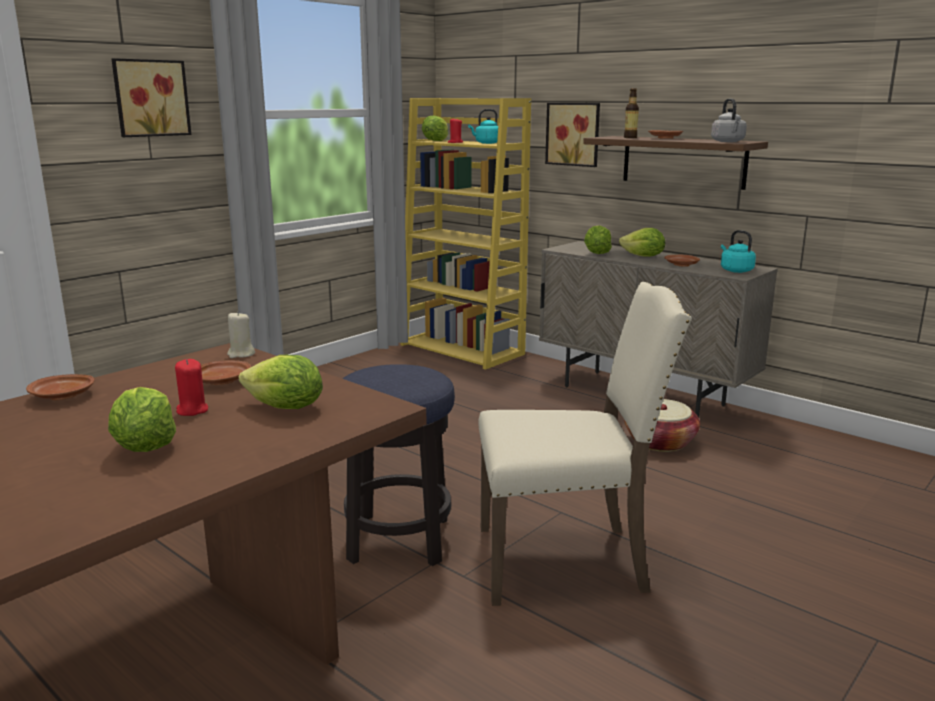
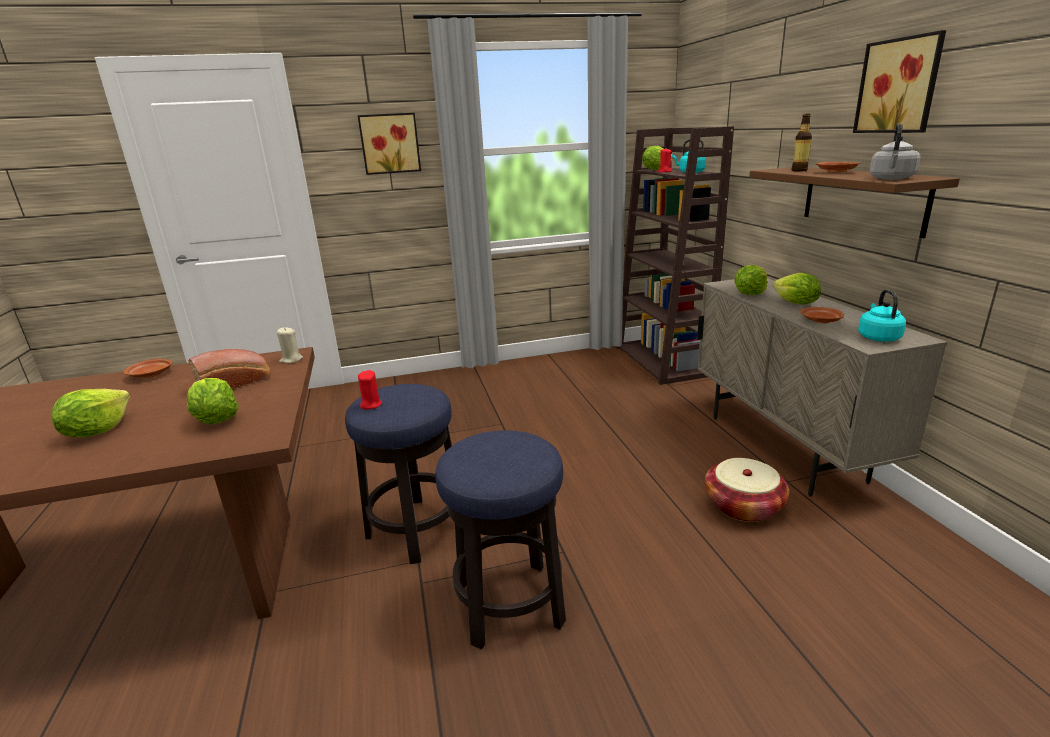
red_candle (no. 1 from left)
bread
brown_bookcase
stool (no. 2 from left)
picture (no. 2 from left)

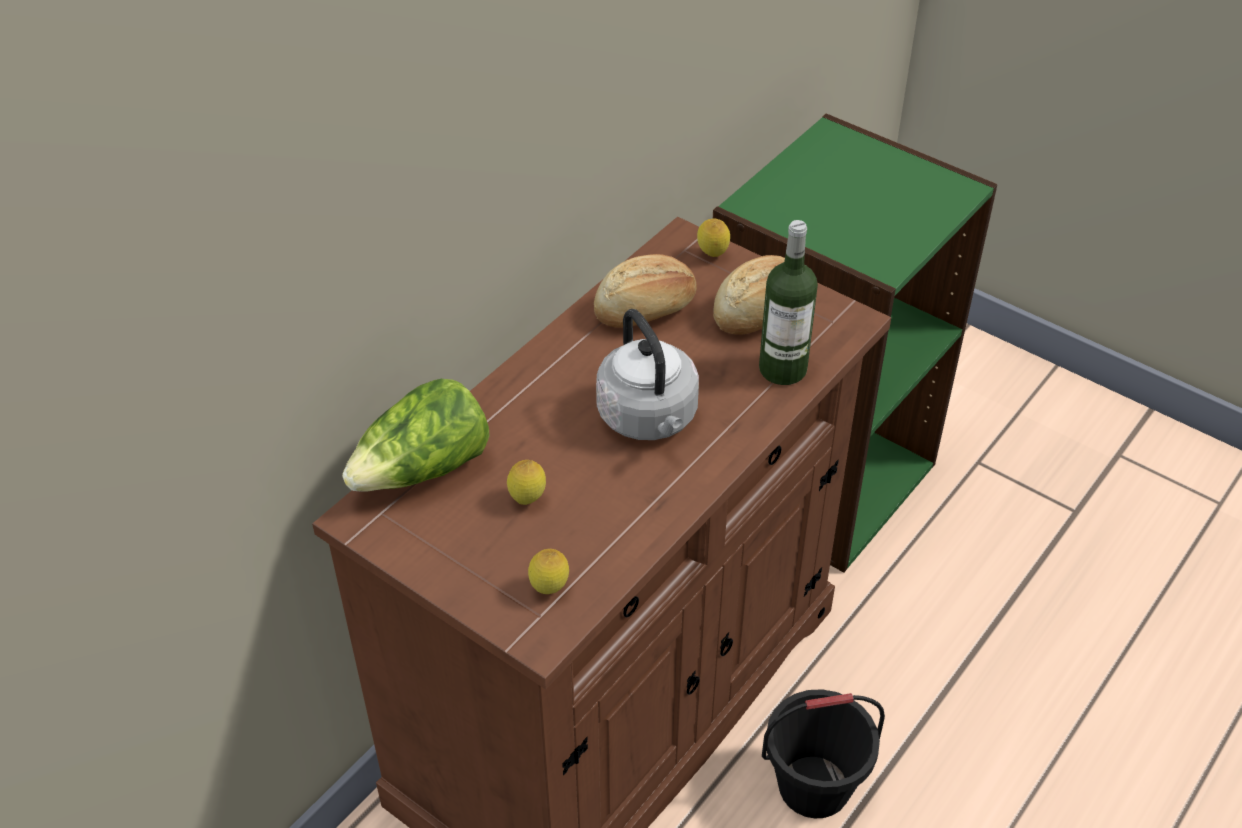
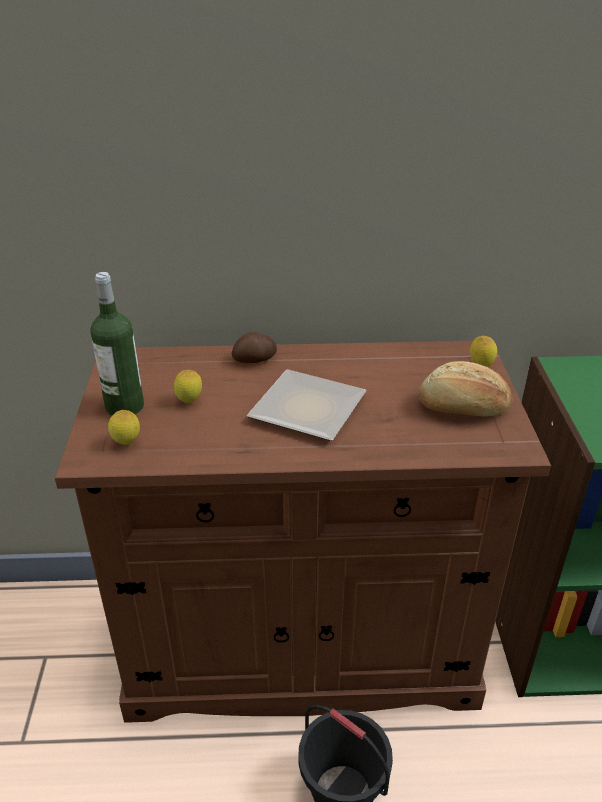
lettuce
bread (no. 1 from left in the first image)
plate
bottle
potato

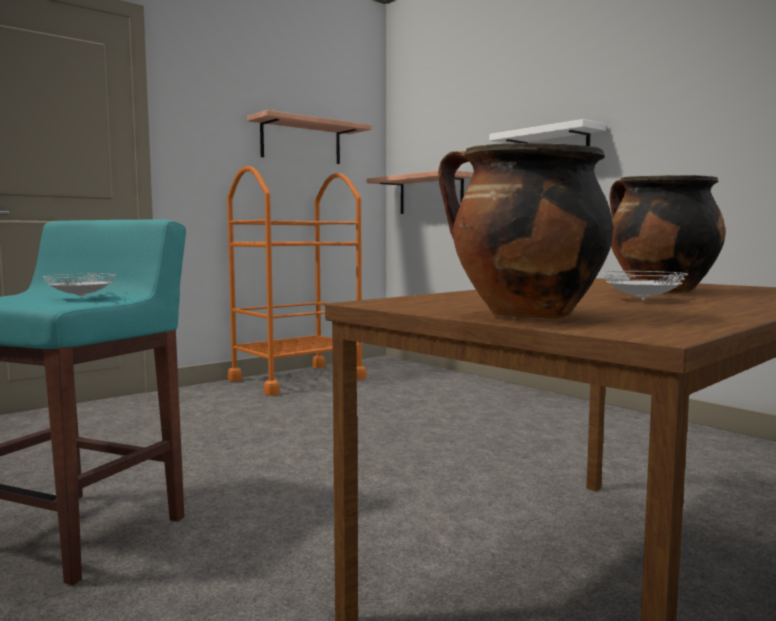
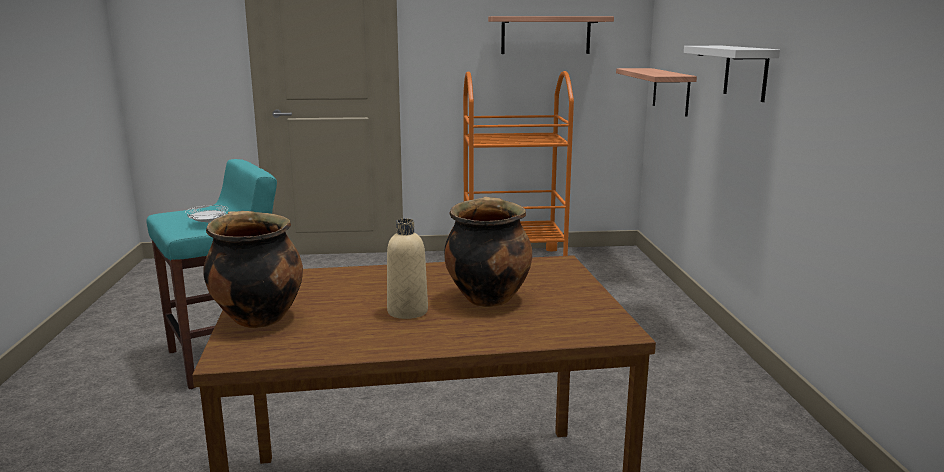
beige_bottle

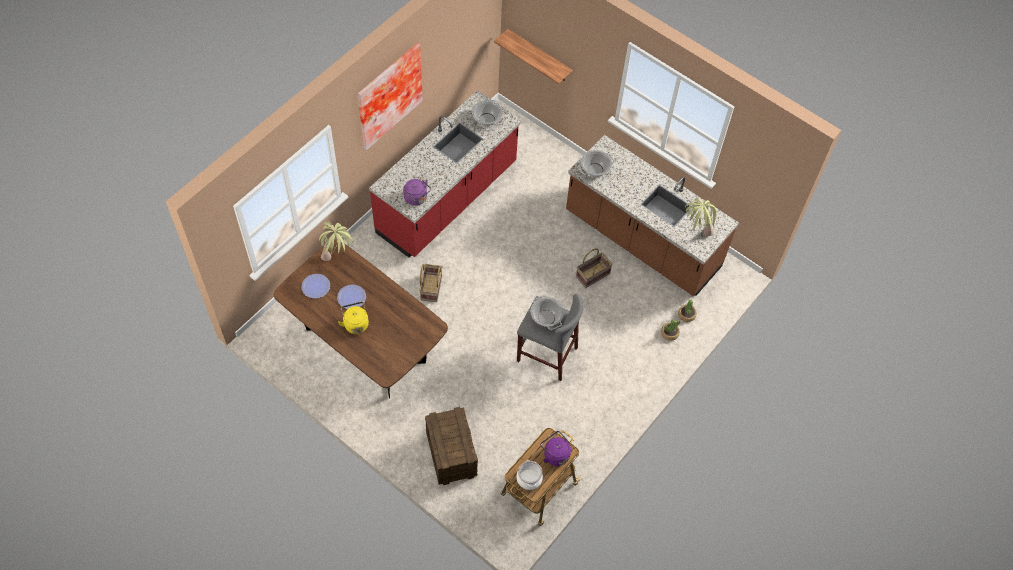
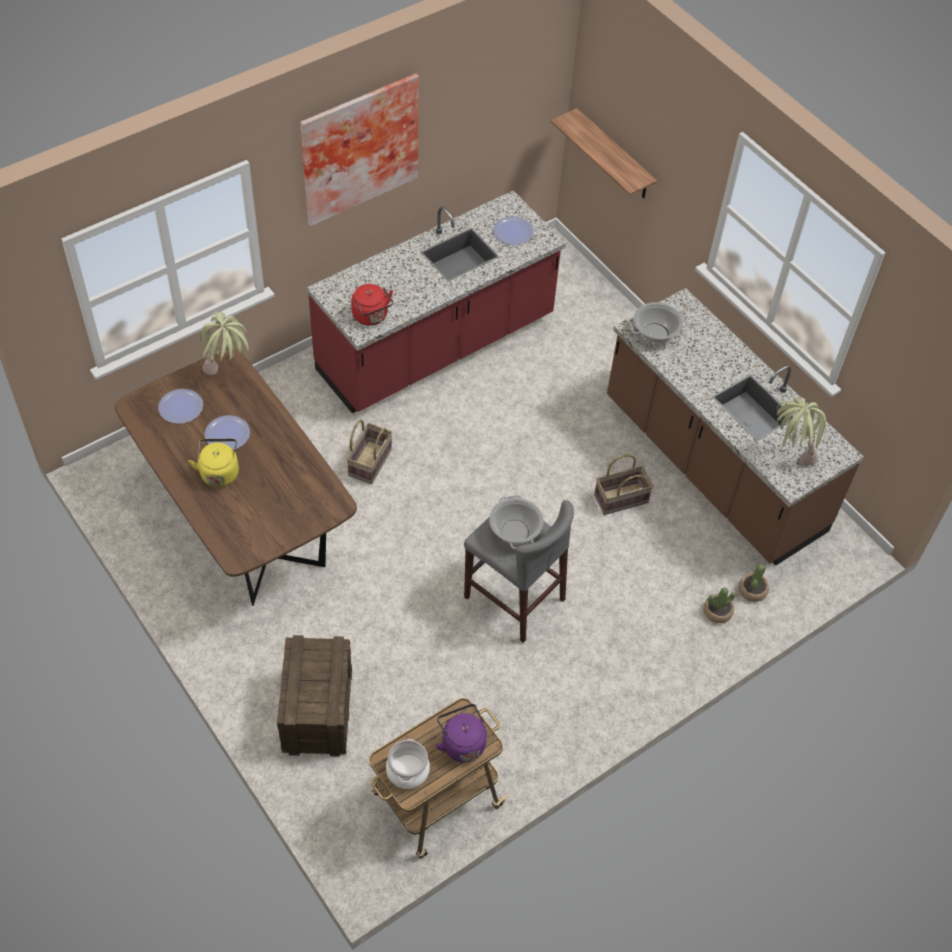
red_kettle
plate (no. 3 from left)

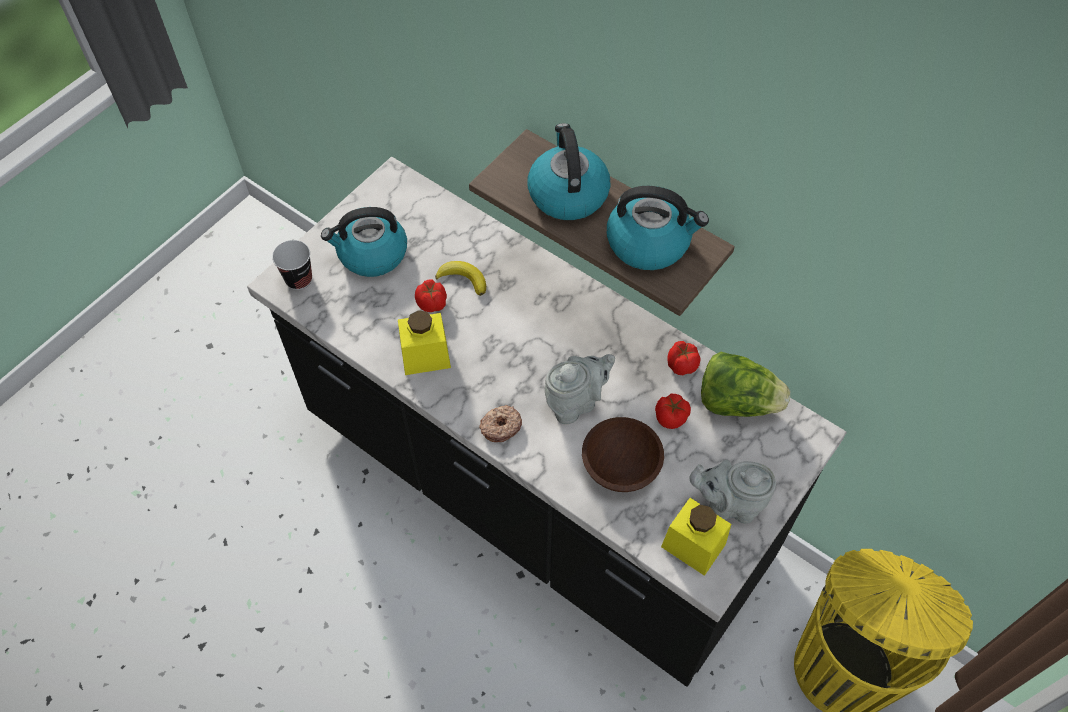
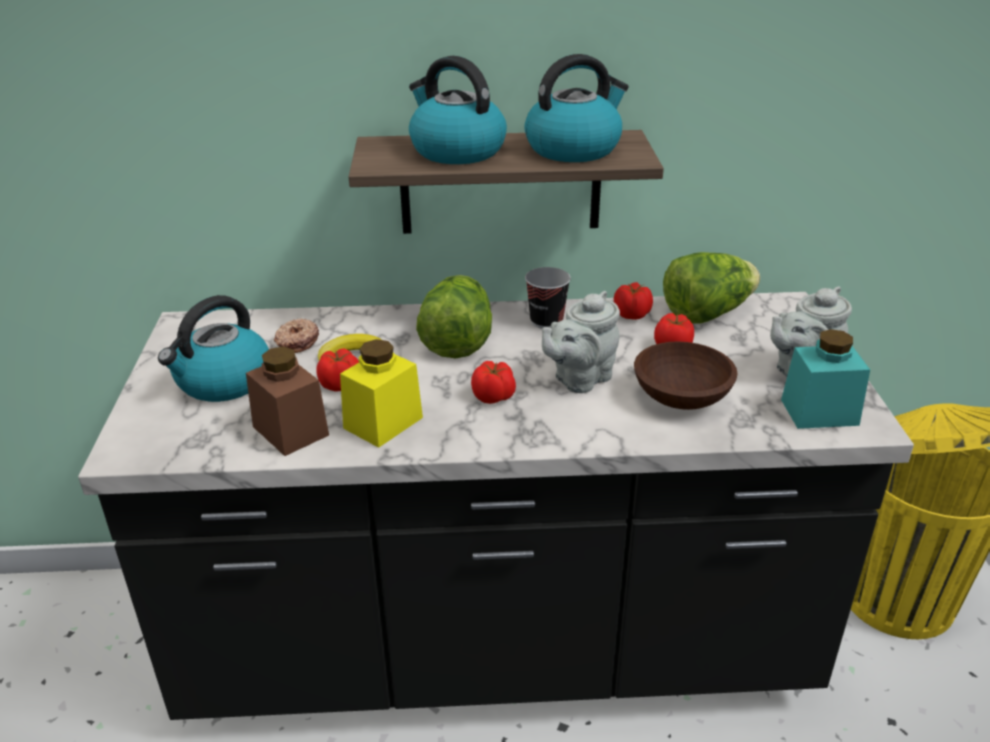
cup
donut
grey_teapot (no. 1 from left)
turquoise_jar
brown_jar
lettuce (no. 1 from left)
tomato (no. 2 from left)

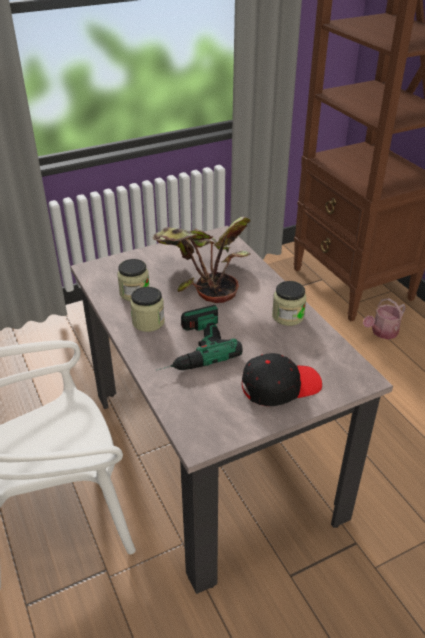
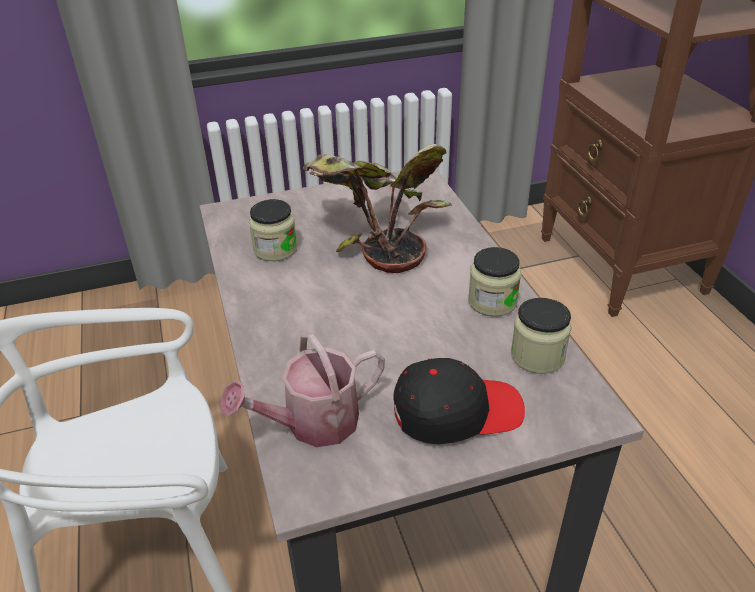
jar (no. 3 from left)
power_drill
watering_can

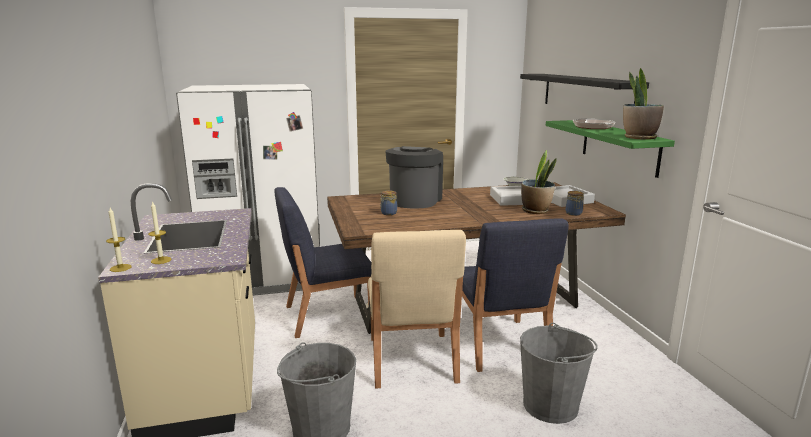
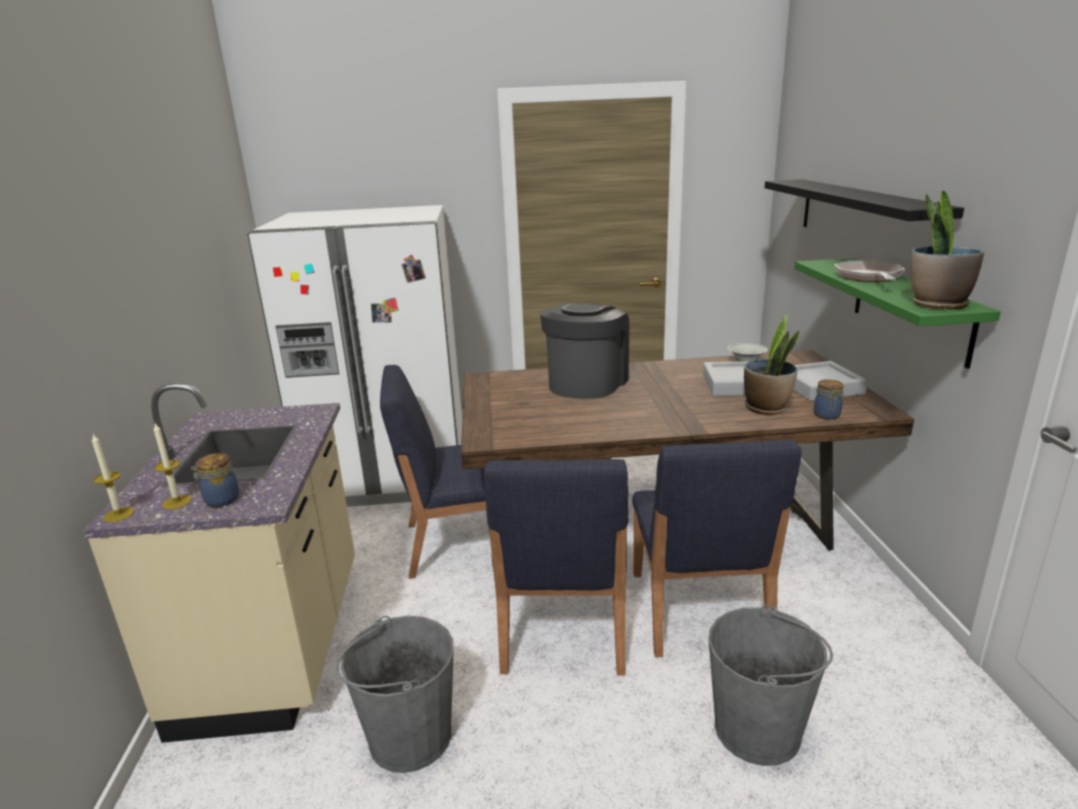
blue_chair (no. 2 from left)
jar (no. 1 from left)

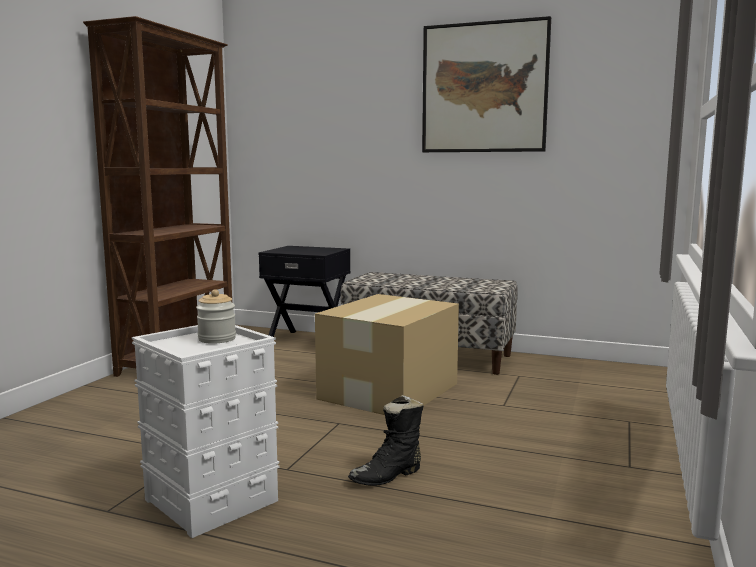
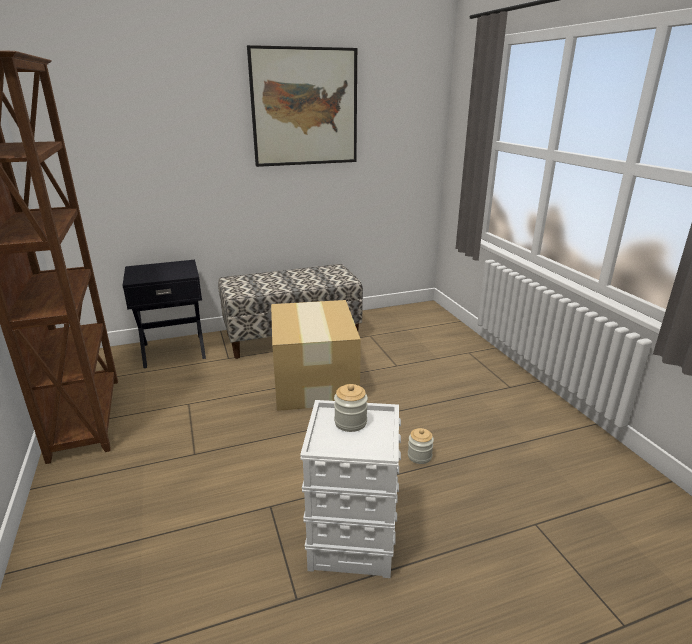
jar (no. 2 from left)

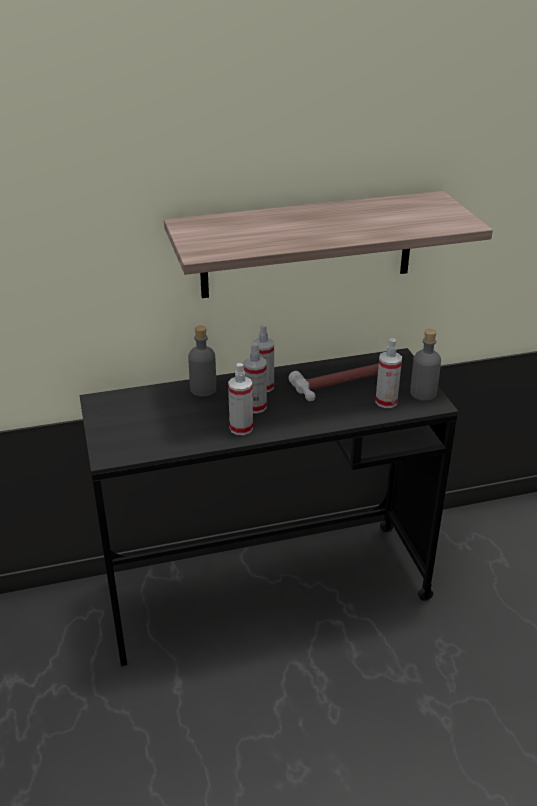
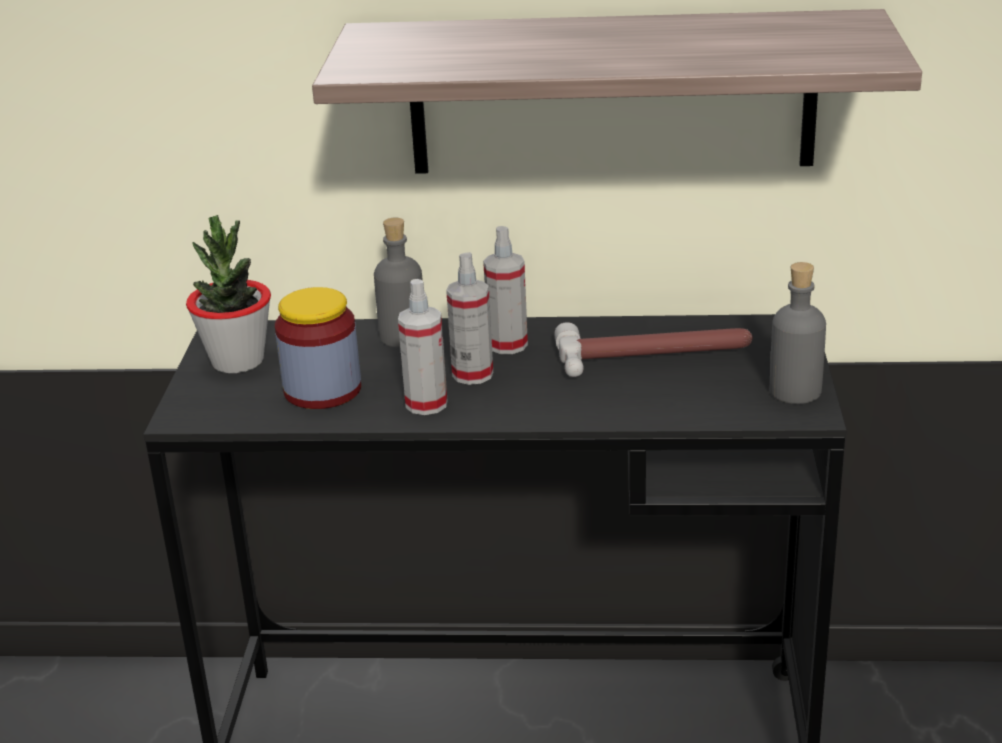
spray_bottle (no. 4 from left in the first image)
potted_plant
jar

